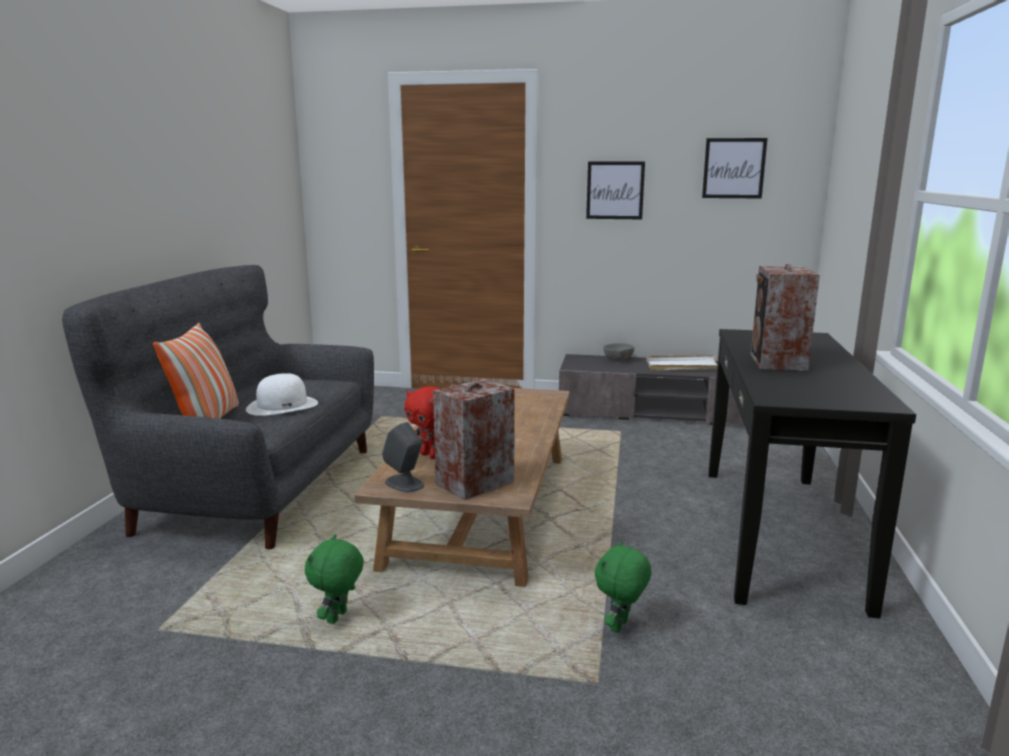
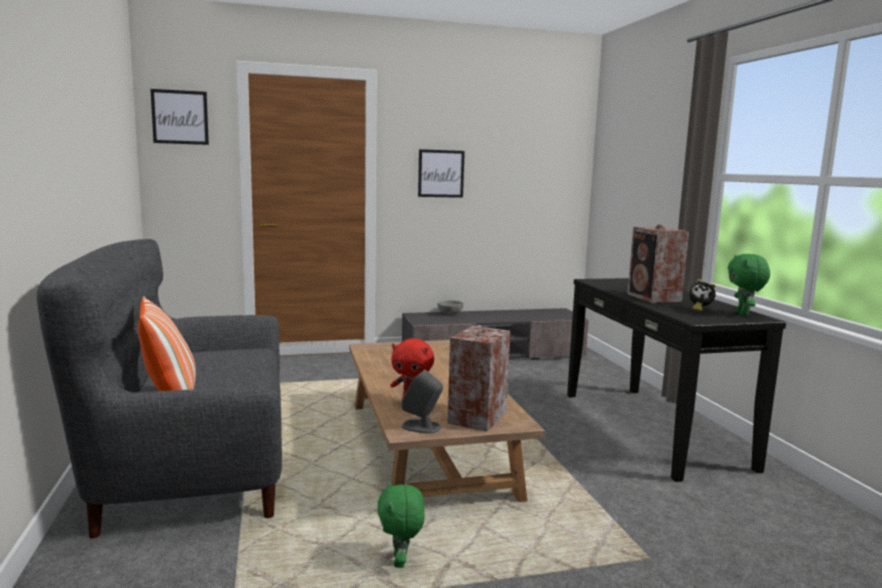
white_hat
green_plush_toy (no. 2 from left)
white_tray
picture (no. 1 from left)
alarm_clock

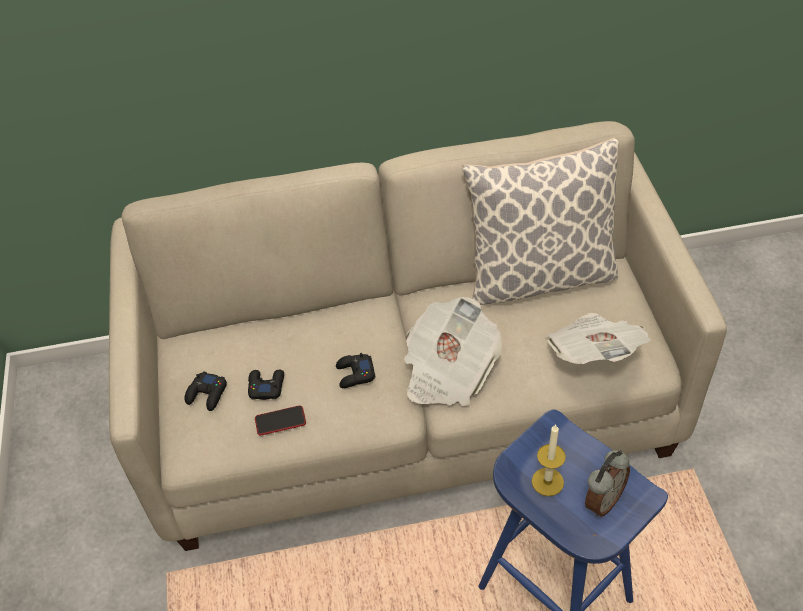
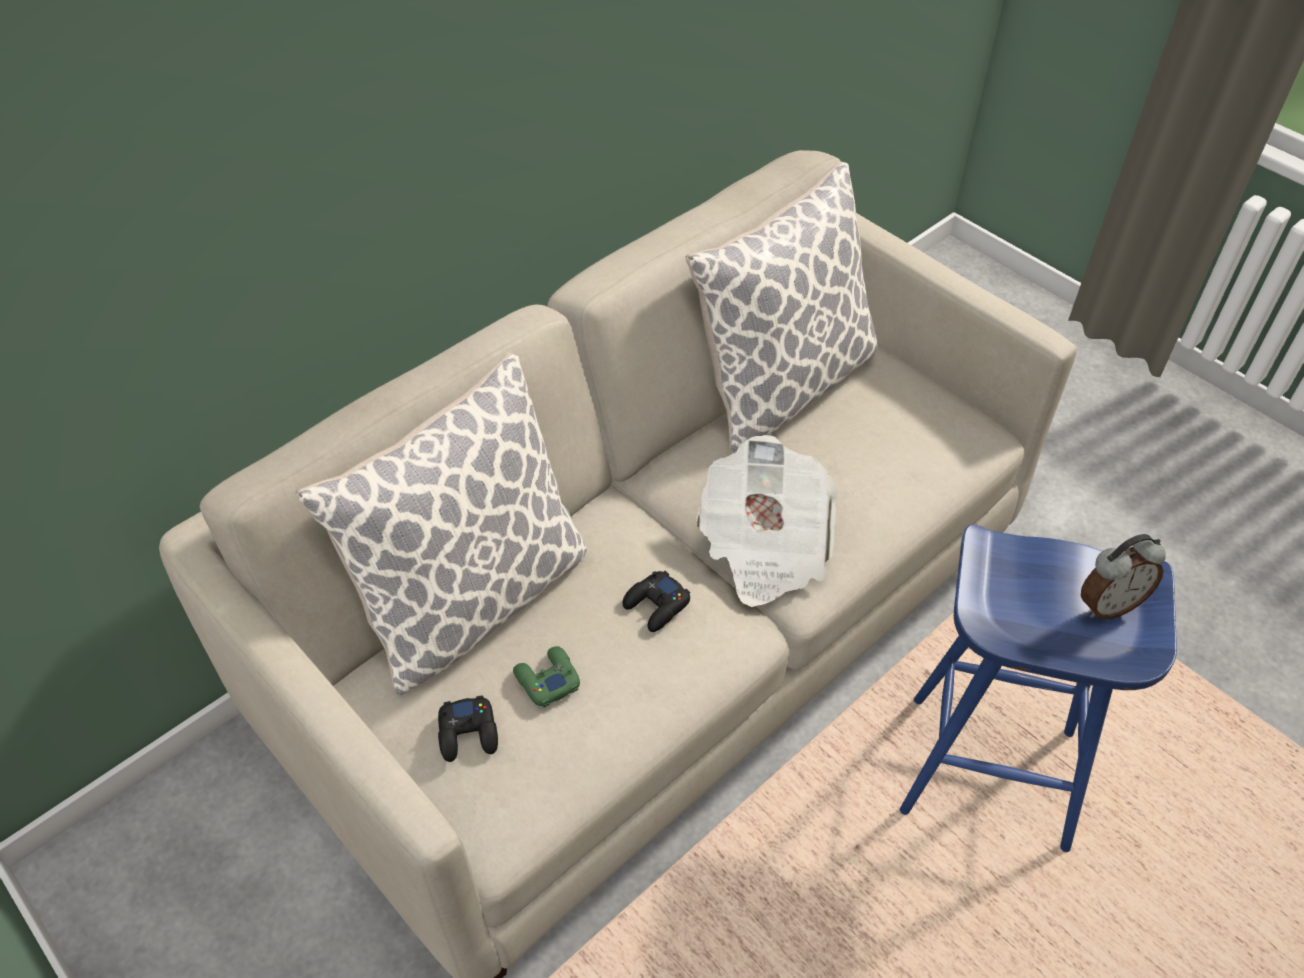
green_game_controller
phone
candle
newspaper (no. 2 from left in the first image)
alarm_clock
pillow (no. 1 from left)

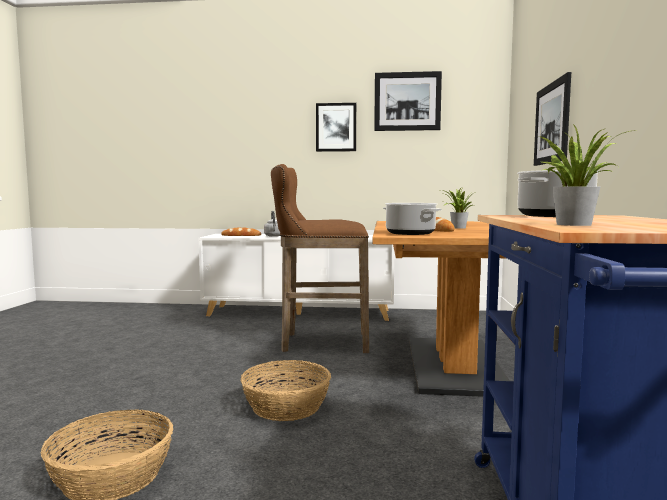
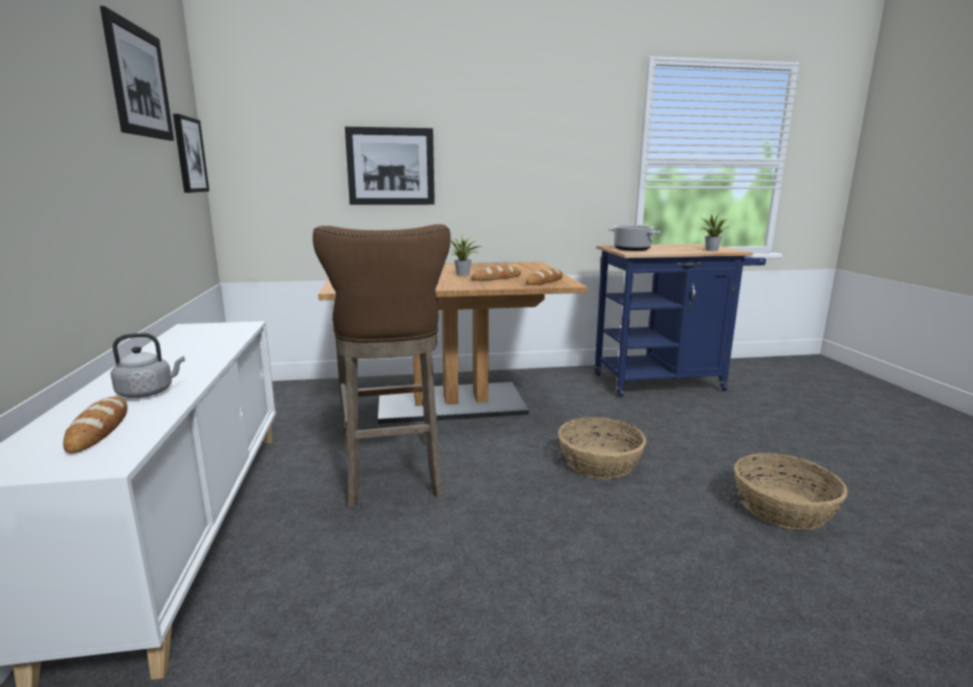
picture (no. 2 from left)
bread (no. 3 from left)

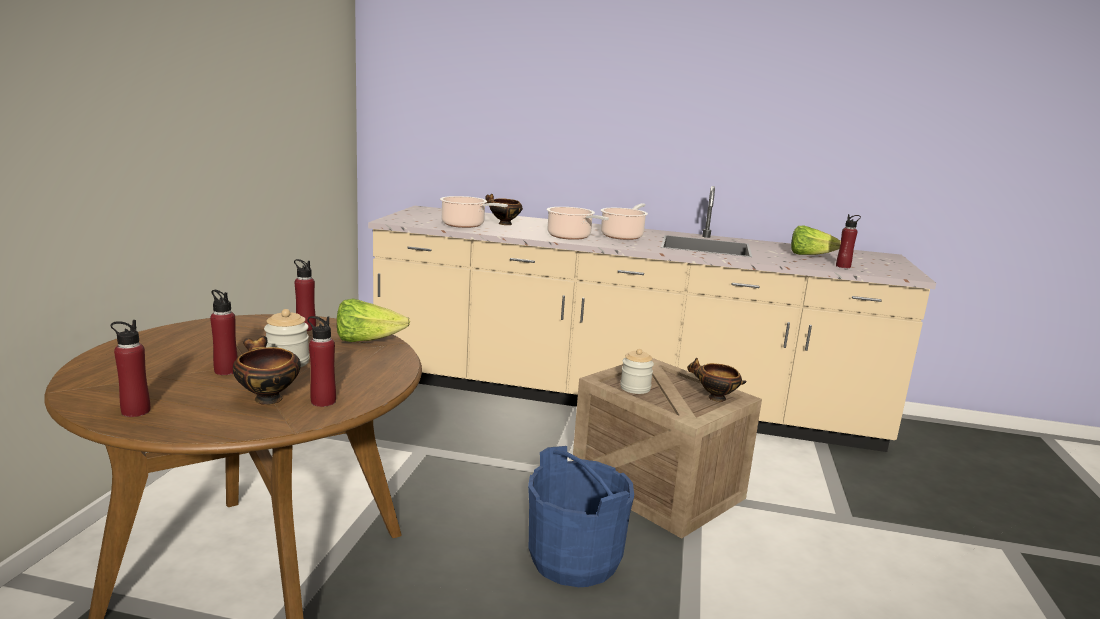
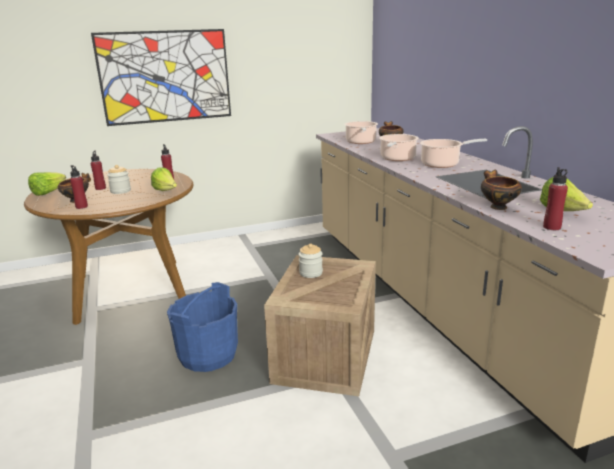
lettuce (no. 1 from left)
bowl (no. 3 from left)
picture

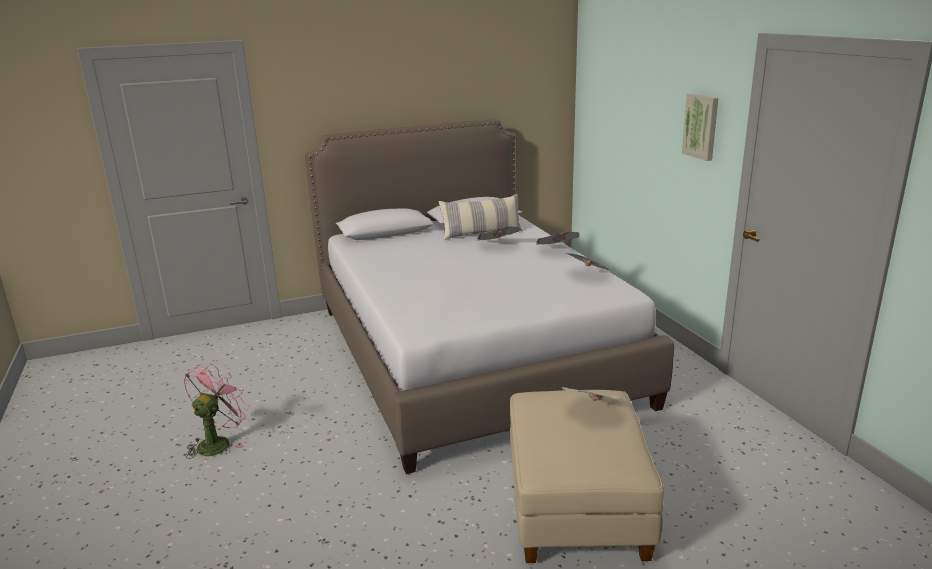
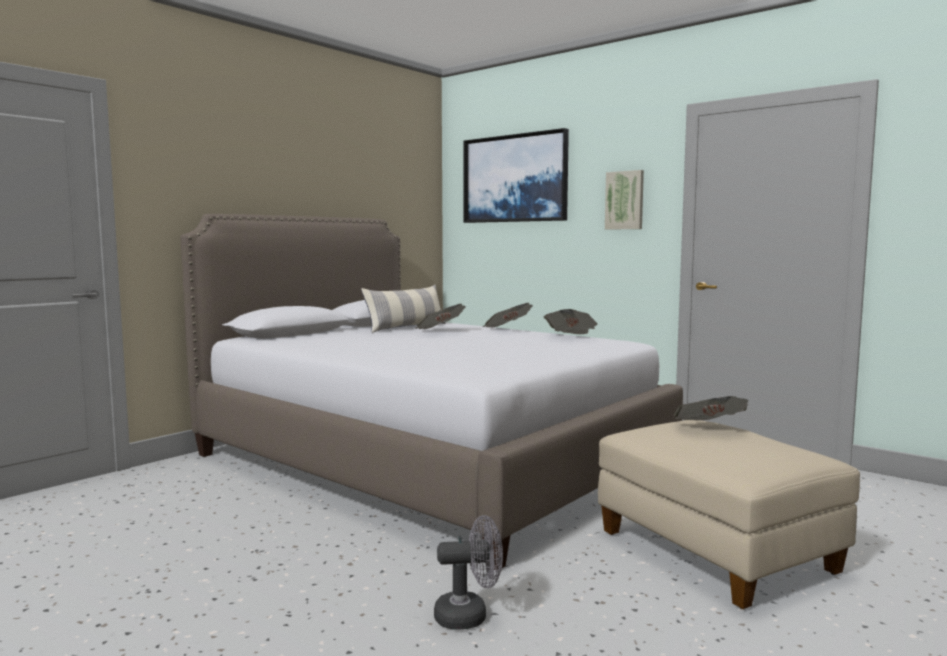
pink_fan
grey_fan
picture (no. 1 from left)

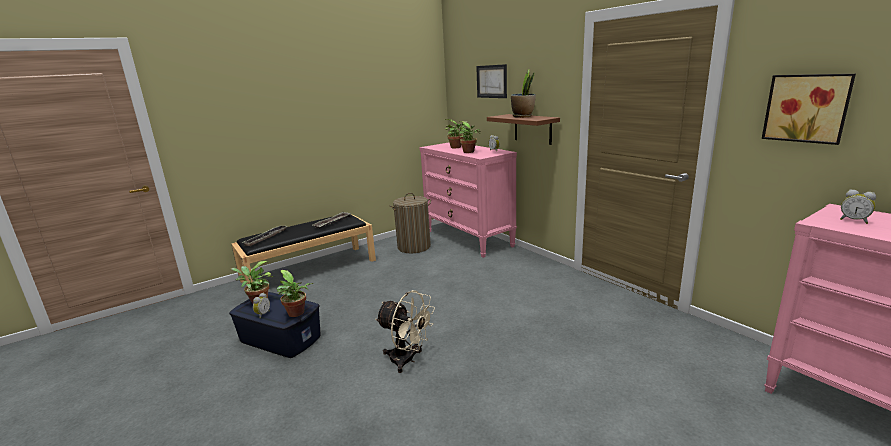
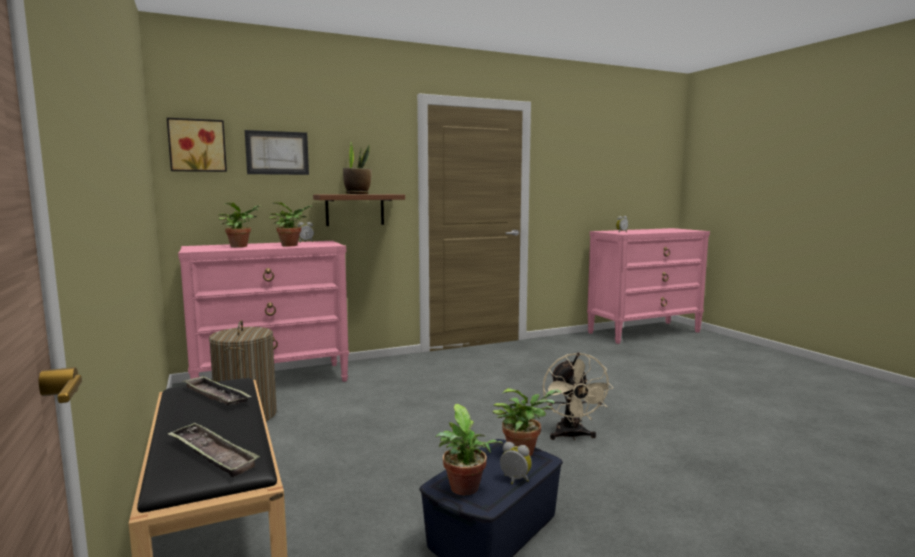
beige_fan
picture (no. 1 from left)

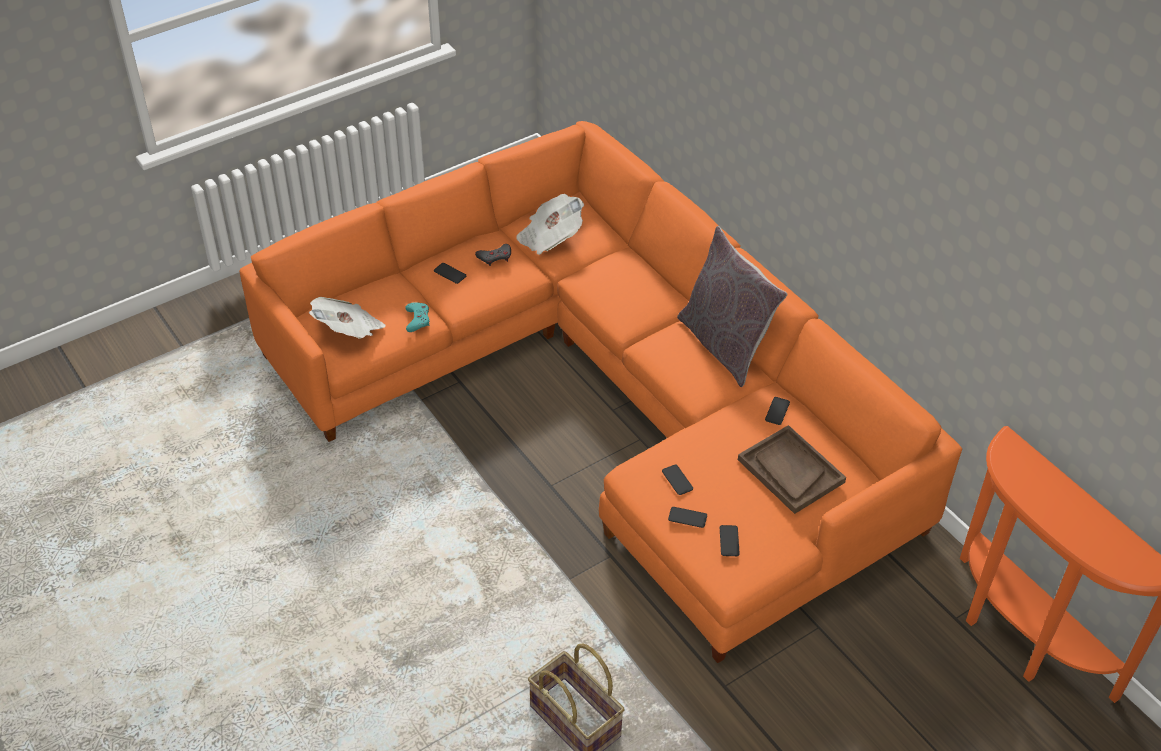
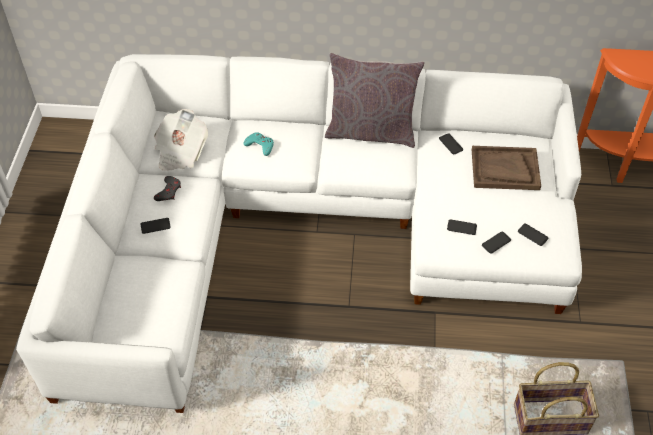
white_sofa
newspaper (no. 1 from left in the first image)
turquoise_game_controller

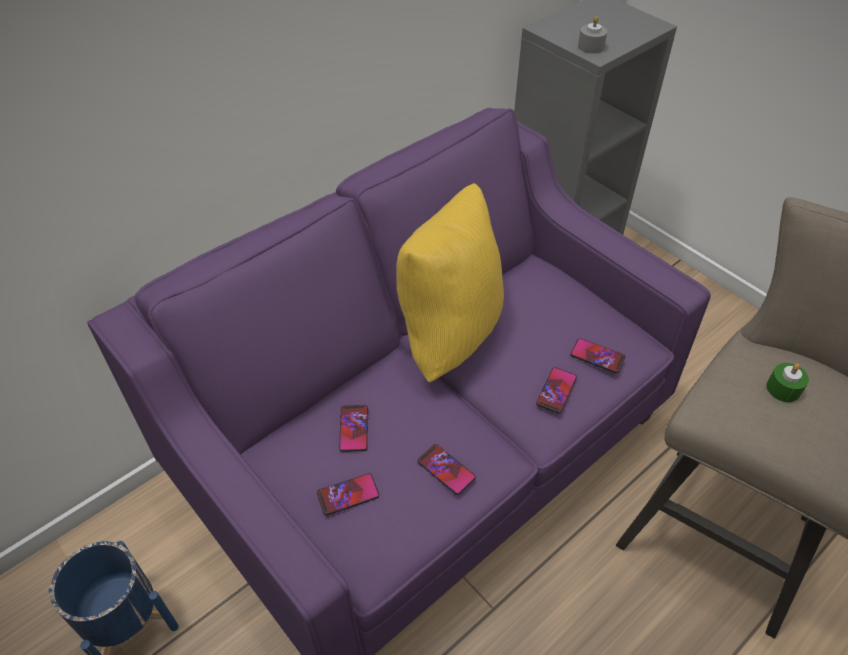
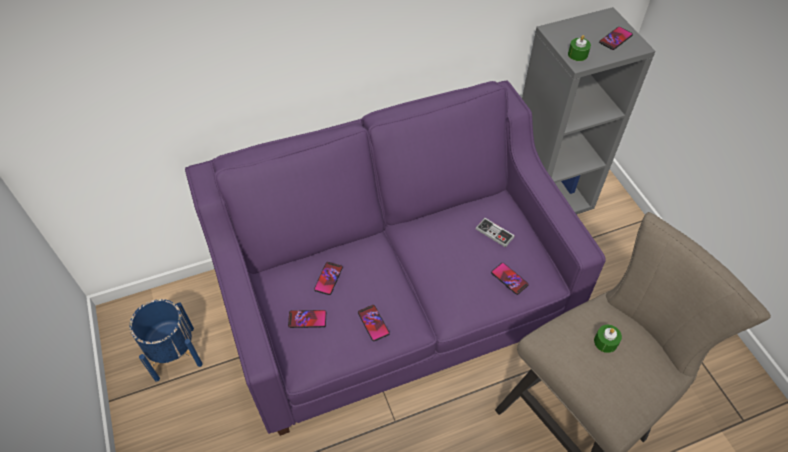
yellow_pillow
phone (no. 5 from left)
green_candle (no. 1 from left)
game_controller

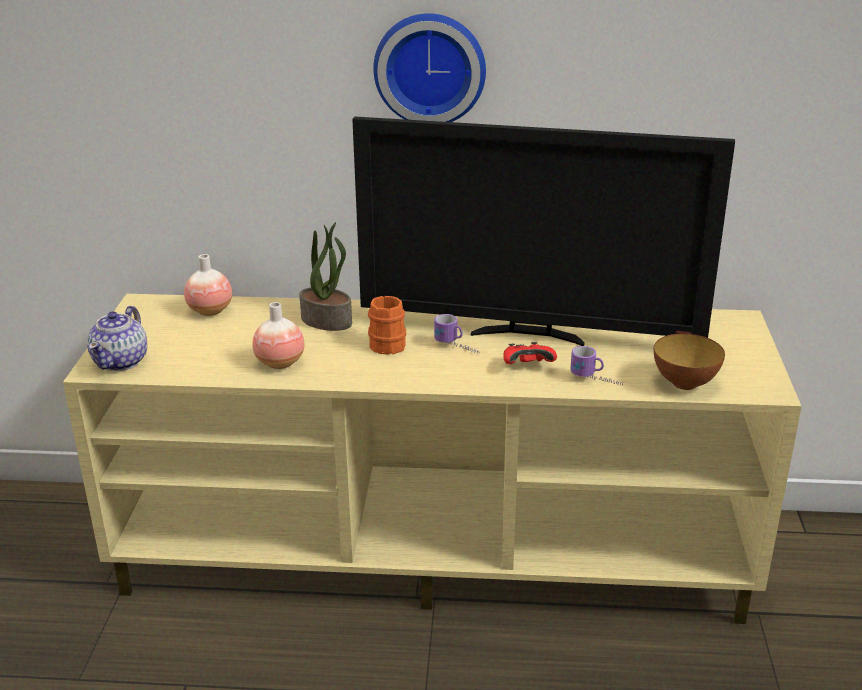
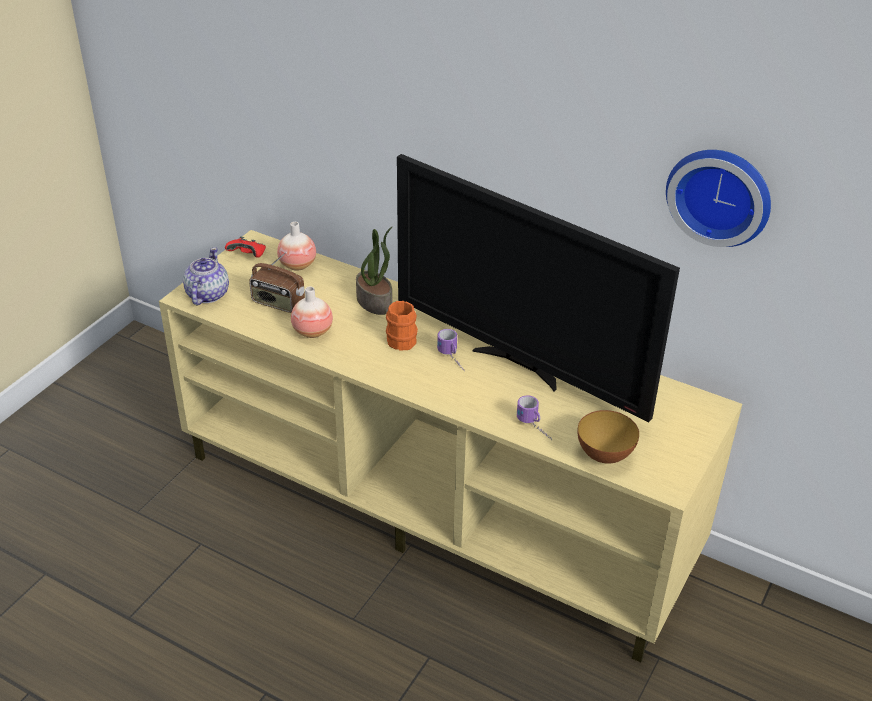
teapot
wall_clock
red_game_controller
radio

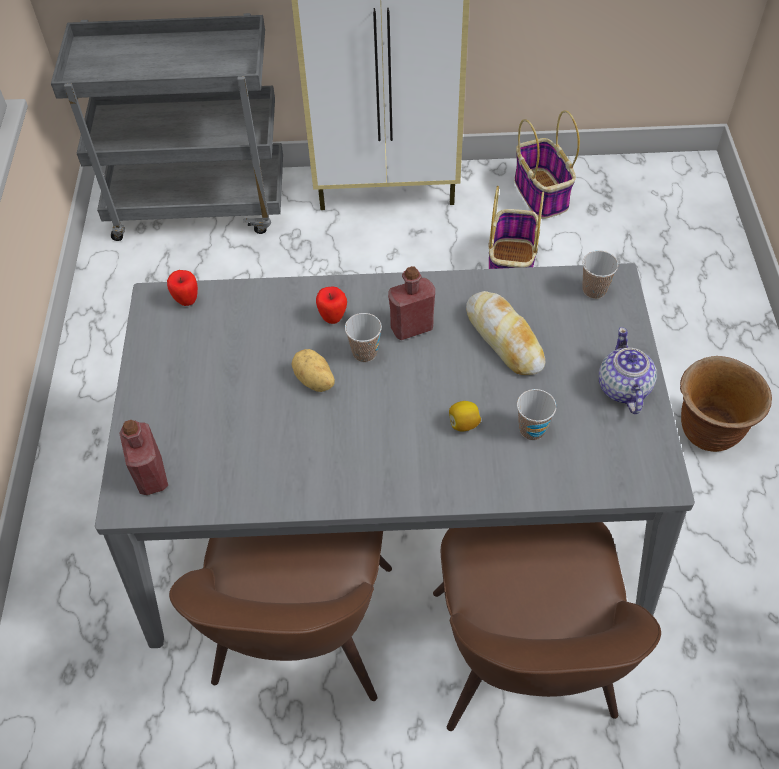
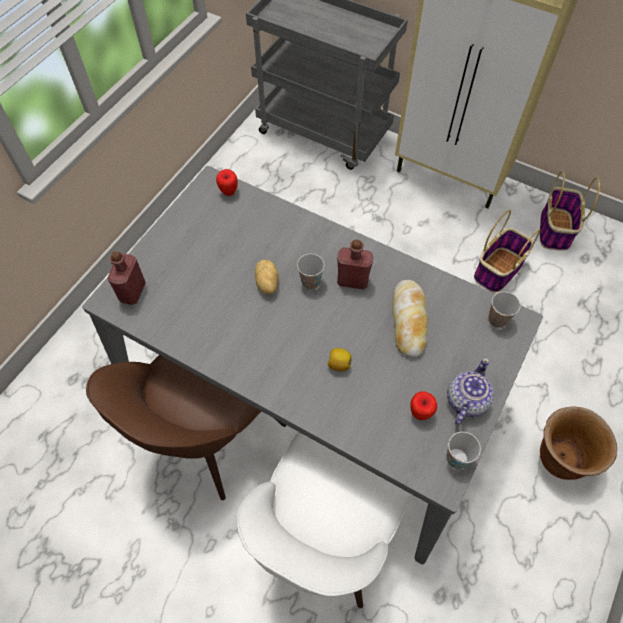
apple (no. 2 from left)
white_chair
cup (no. 2 from left)

